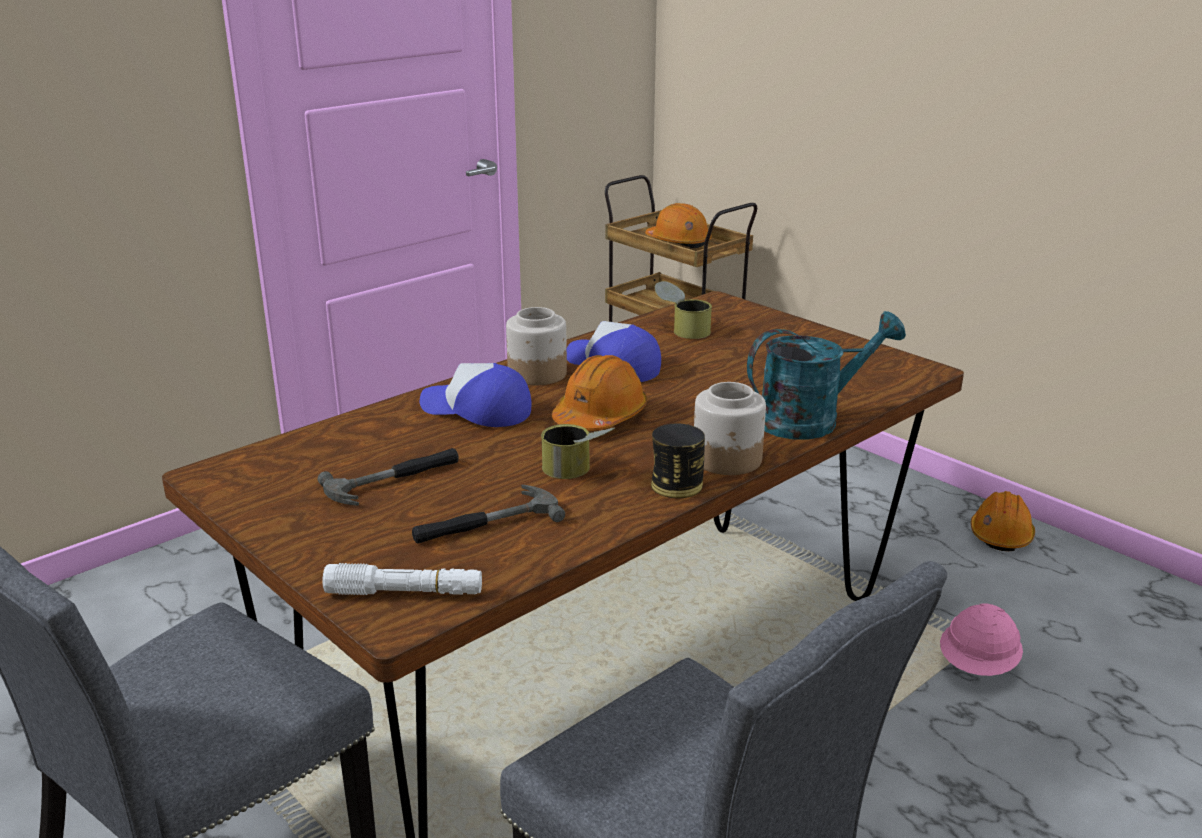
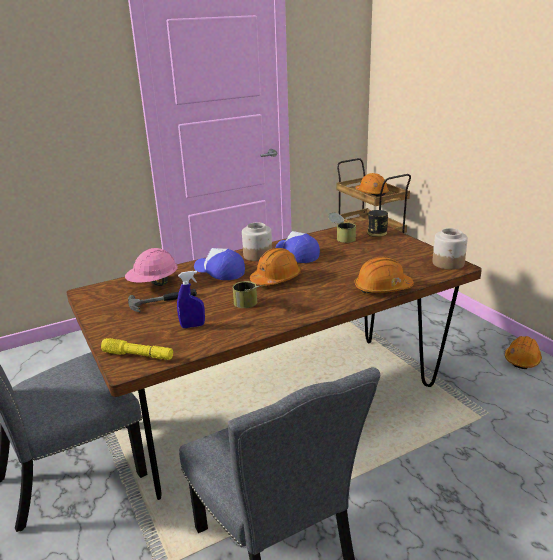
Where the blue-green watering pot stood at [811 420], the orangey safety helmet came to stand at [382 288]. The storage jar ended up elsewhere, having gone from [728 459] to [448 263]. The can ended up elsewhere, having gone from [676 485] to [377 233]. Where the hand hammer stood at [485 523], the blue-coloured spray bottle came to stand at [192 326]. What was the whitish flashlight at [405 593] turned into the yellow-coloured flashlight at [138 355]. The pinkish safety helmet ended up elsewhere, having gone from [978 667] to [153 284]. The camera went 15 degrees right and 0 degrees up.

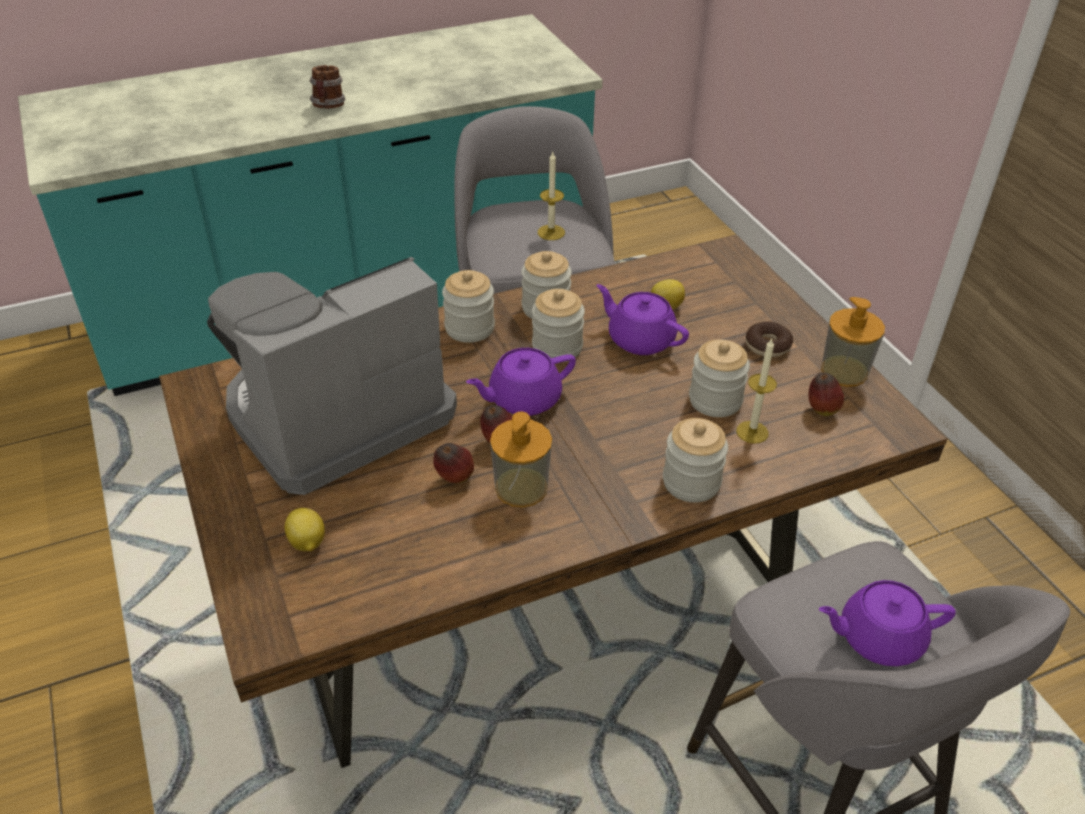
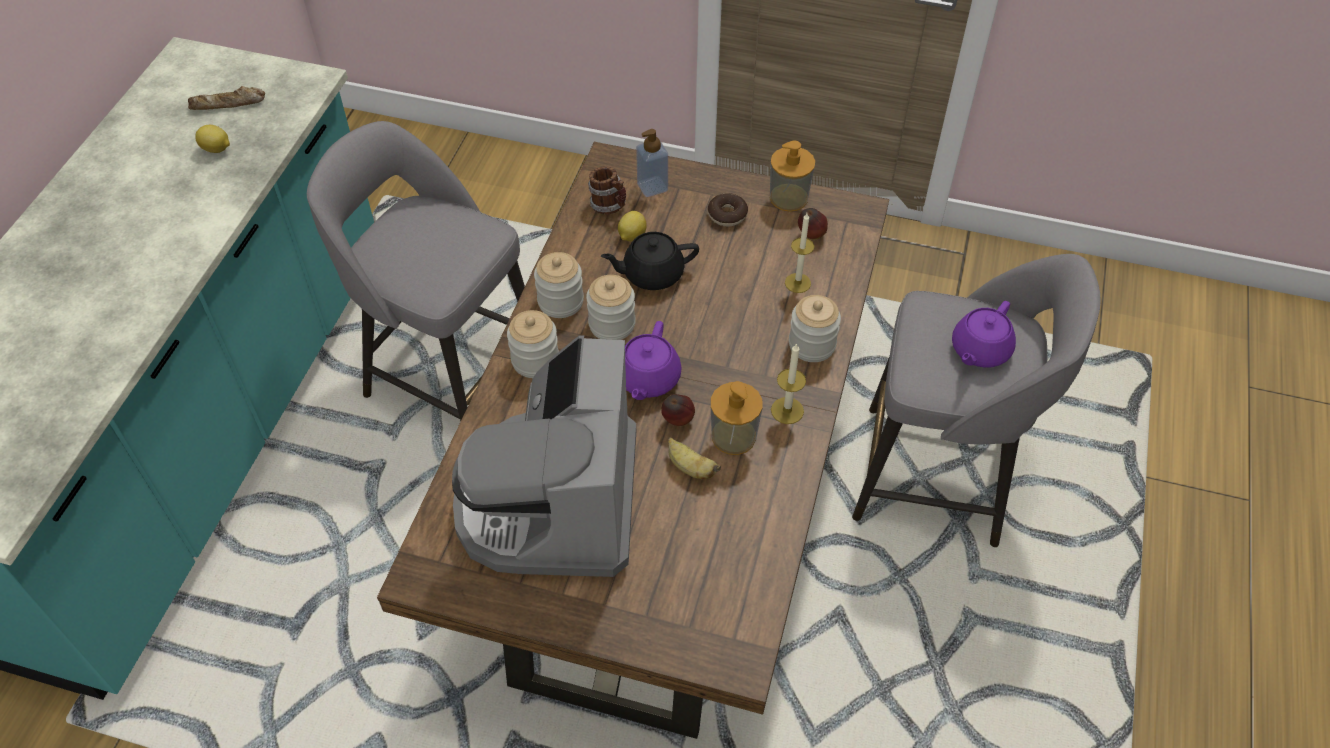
The coffee mug ended up elsewhere, having gone from [328 107] to [610 206]. The wax light ended up elsewhere, having gone from [551 232] to [787 410]. What was the purple teapot at [640 339] turned into the blackish teapot at [651 274]. The second view lost the storage jar at [715 400]. Where the whole apple stood at [455 479], the banana fruit came to stand at [690 468]. The lemon ended up elsewhere, having gone from [307 543] to [217 149]. The second view gained the bakery bread at [228 104]. The second view gained the liquid soap bottle at [652 187]. The camera went 50 degrees left and 10 degrees up.

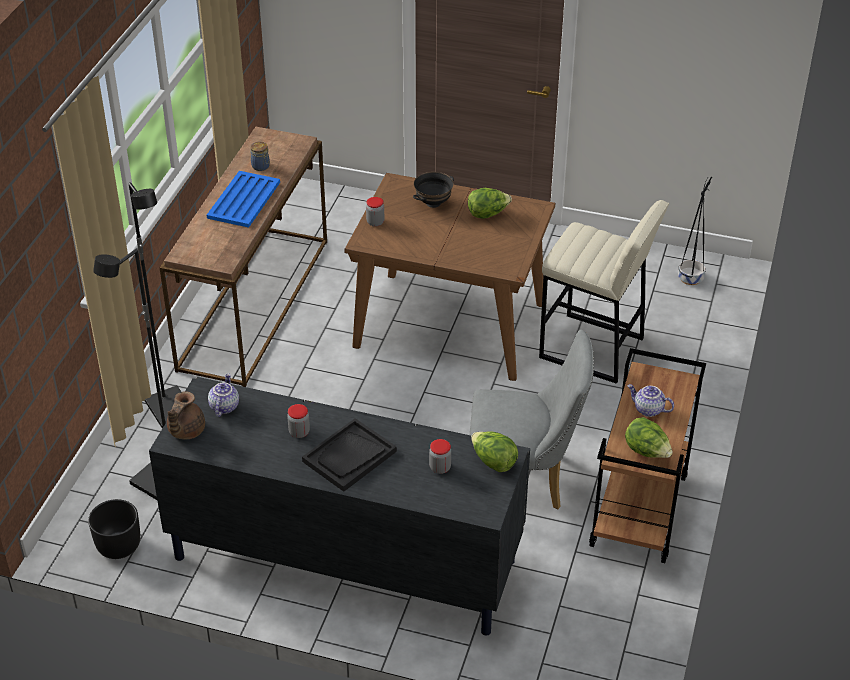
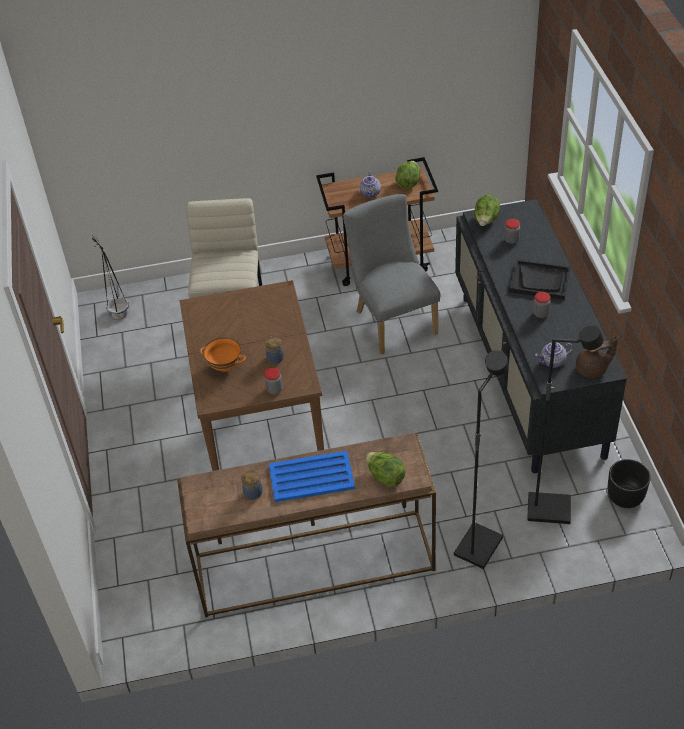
What was the blackish deep dish at [433 203] turned into the orangey deep dish at [225 366]. The head of lettuce ended up elsewhere, having gone from [487 214] to [385 477]. The second view gained the storage jar at [275 357]. The camera went 115 degrees left and 5 degrees up.

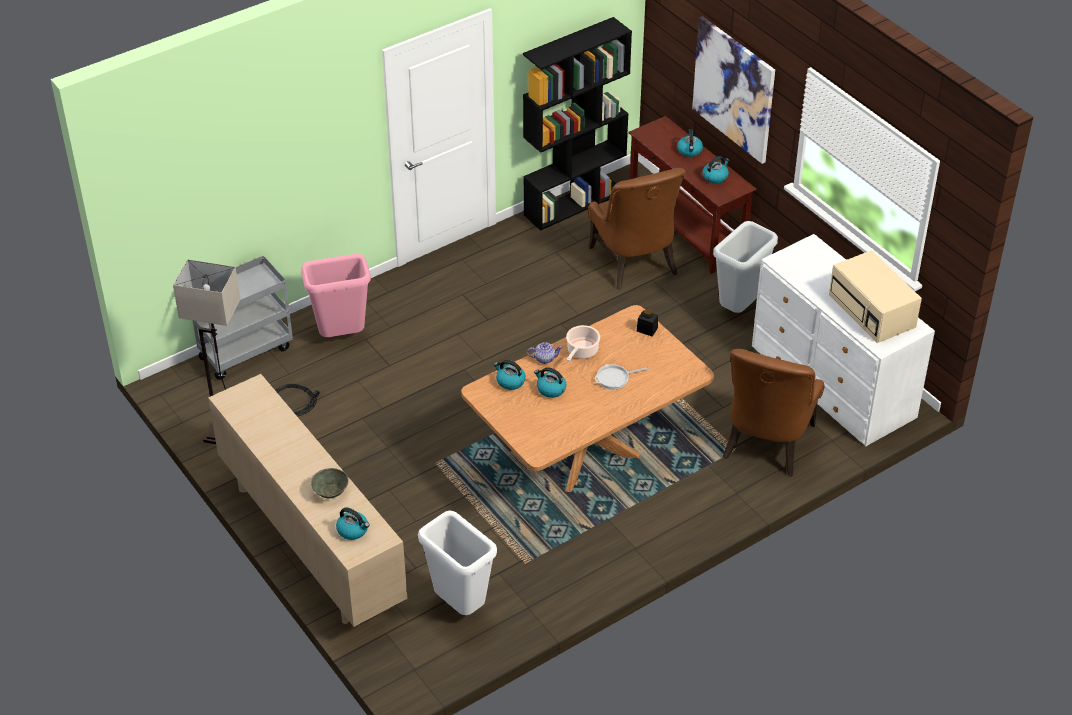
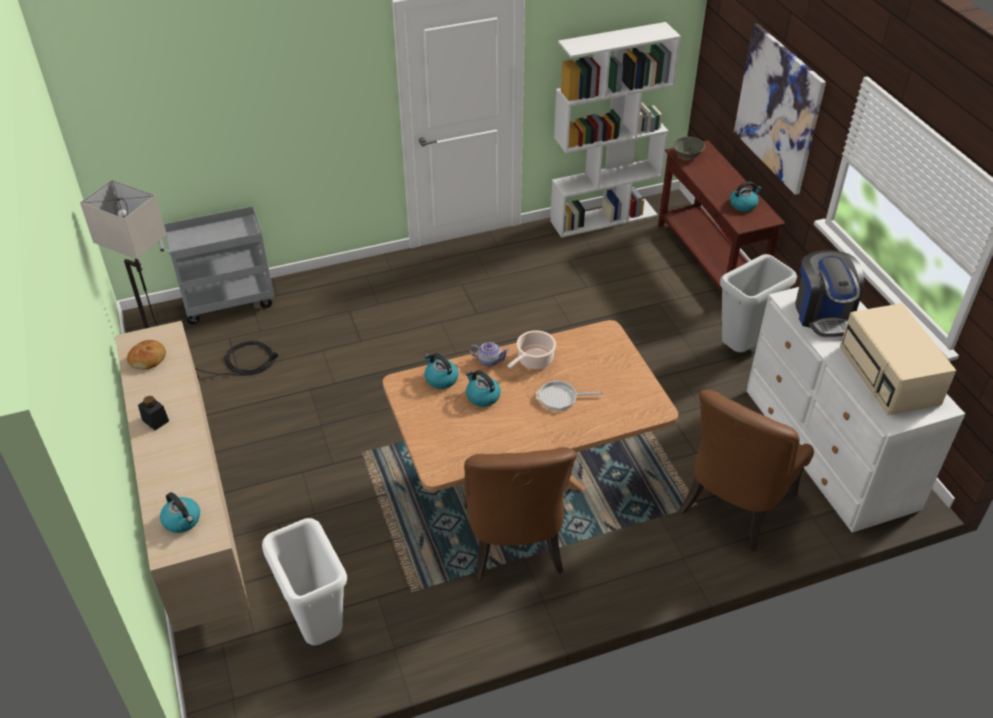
What was the blackish bookshelf at [574 203] turned into the whitish bookshelf at [604 218]. The second view lost the water kettle at [690 151]. The brown chair ended up elsewhere, having gone from [634 261] to [514 540]. The second view lost the pinkish waste bin at [341 337]. The blackish storage jar ended up elsewhere, having gone from [647 329] to [155 420]. The grey deep dish ended up elsewhere, having gone from [331 491] to [687 155]. The second view gained the coffee brewer at [823 314]. The second view gained the bakery bread at [148 359]. The camera went 15 degrees right and 0 degrees up.

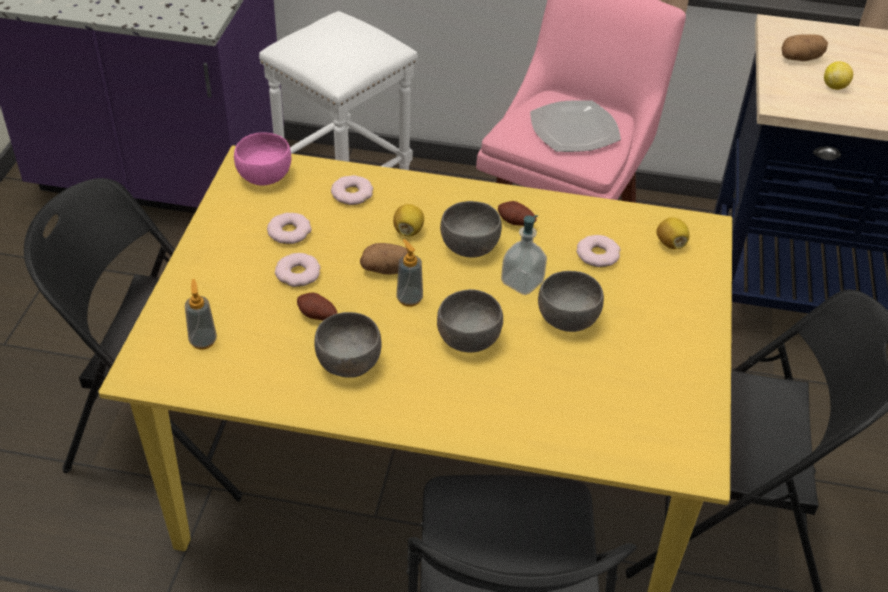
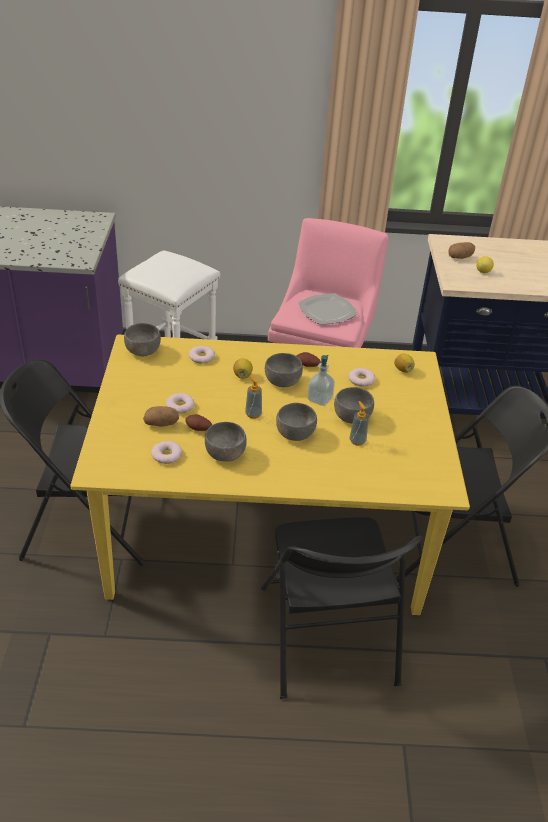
What was the pinkish deep dish at [264 176] turned into the grey deep dish at [143 351]. The ring doughnut ended up elsewhere, having gone from [289 232] to [166 455]. The whole potato ended up elsewhere, having gone from [387 270] to [161 423]. The liquid soap bottle ended up elsewhere, having gone from [203 341] to [357 441]. The camera went 10 degrees left and 5 degrees down.

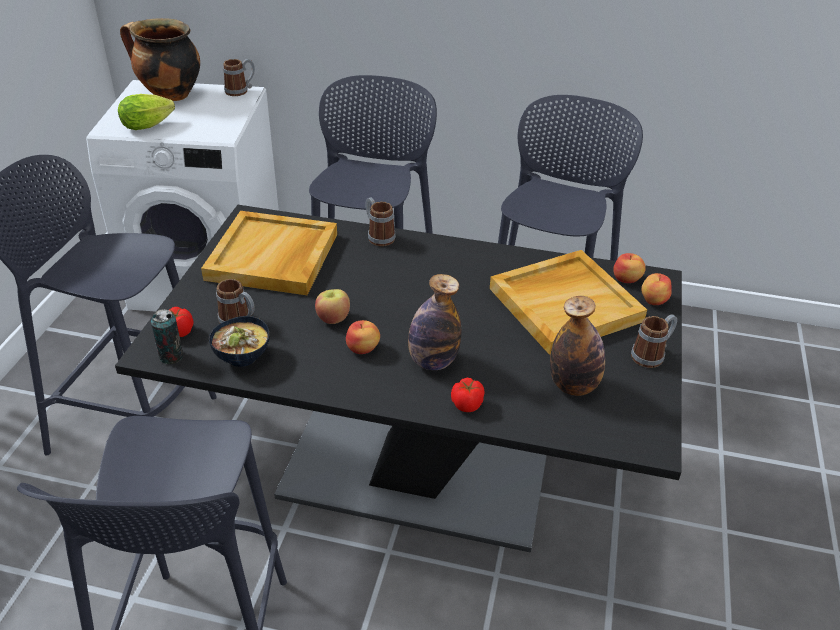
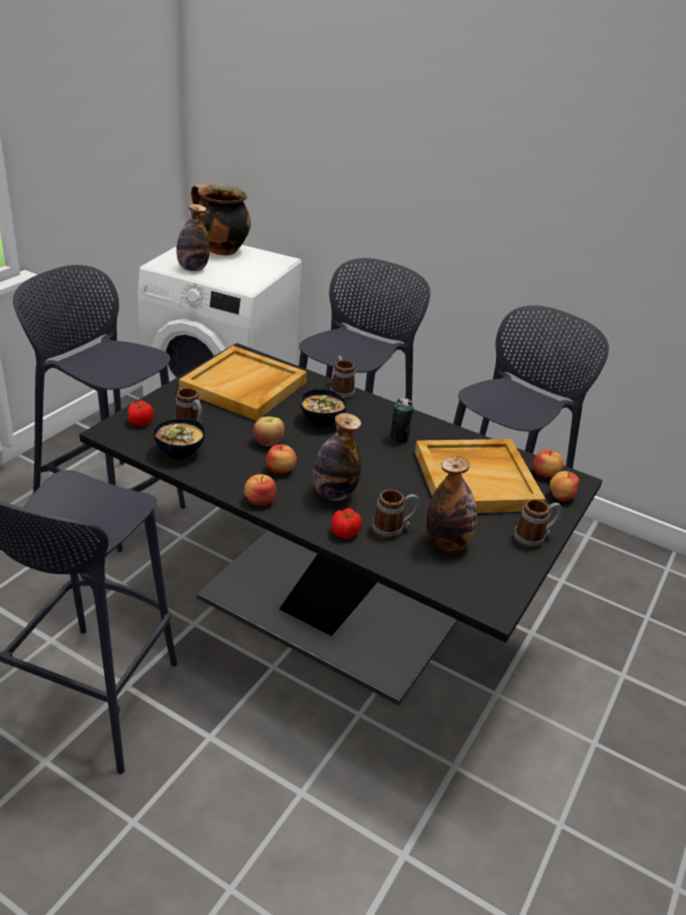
The coffee mug ended up elsewhere, having gone from [241 90] to [393 529]. Where the head of lettuce stood at [150 125], the bottle came to stand at [193 269]. The can ended up elsewhere, having gone from [171 356] to [398 438]. The second view gained the deep dish at [322 420]. The second view gained the whole apple at [260 500]. The camera went 15 degrees right and 5 degrees down.

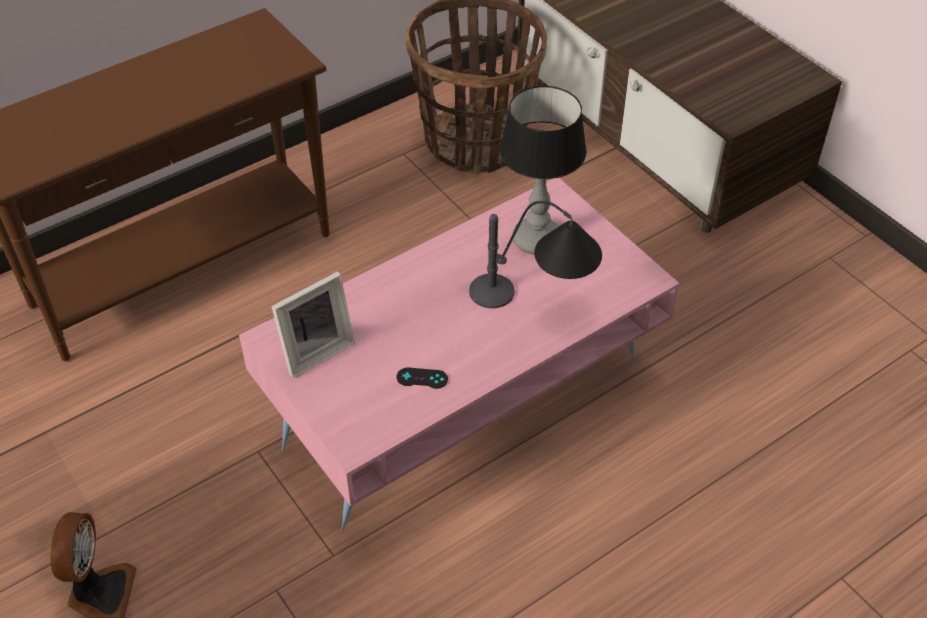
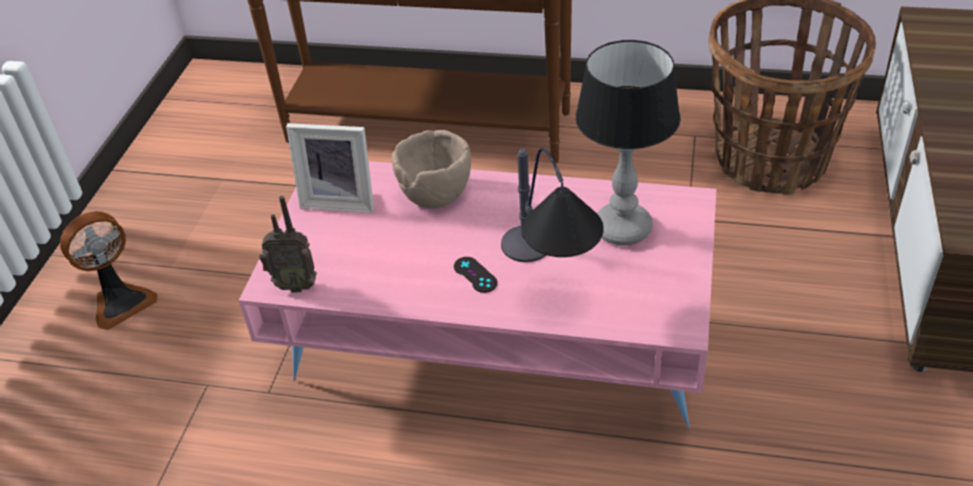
The blackish game controller ended up elsewhere, having gone from [422 378] to [475 275]. The second view gained the brown deep dish at [436 192]. The second view gained the radio at [295 285]. The camera went 50 degrees right and 5 degrees down.

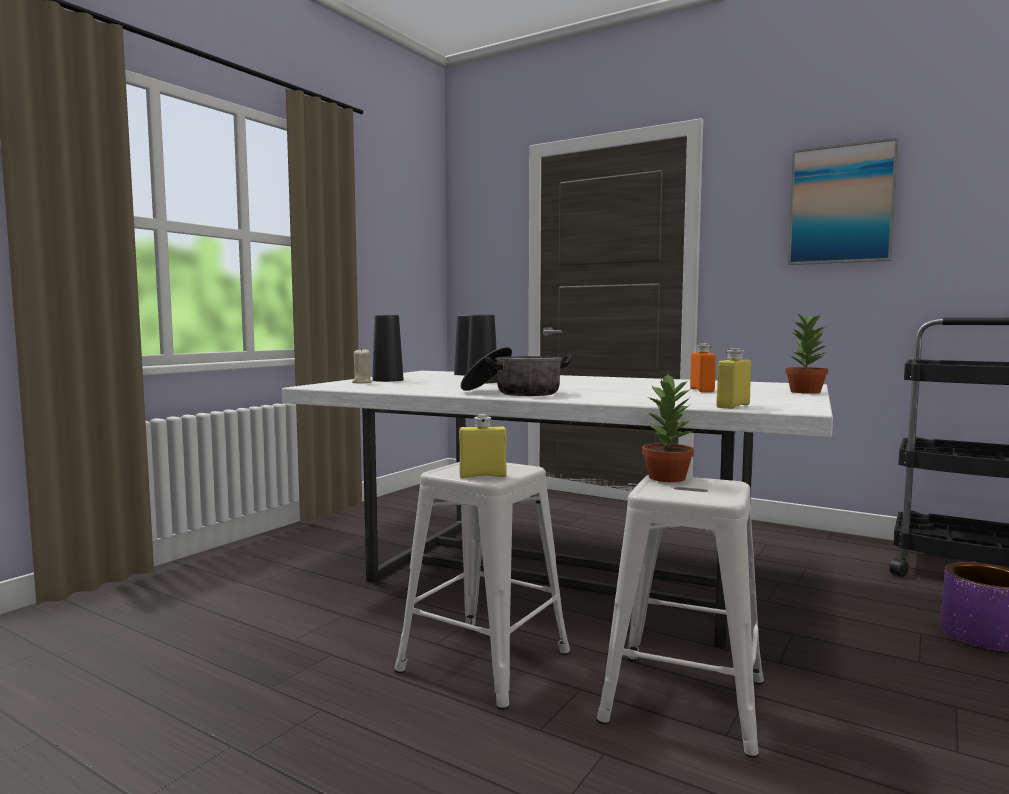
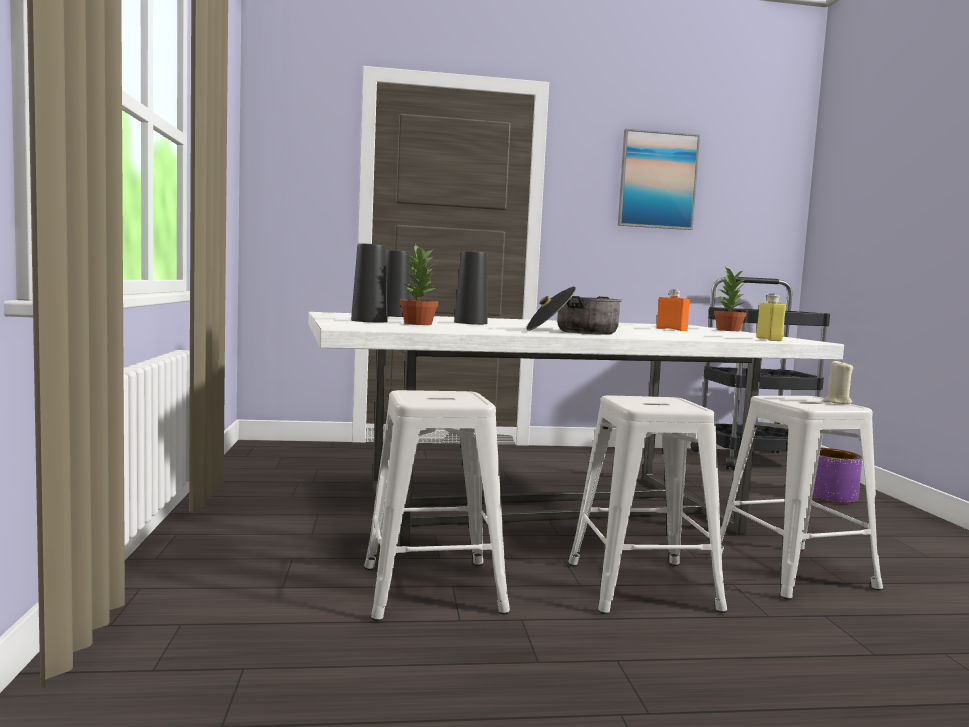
The beige wax light ended up elsewhere, having gone from [361 382] to [837 402]. The houseplant ended up elsewhere, having gone from [668 478] to [418 324]. The second view lost the yellow-coloured bottle at [482 476]. The second view gained the whitish stool seat at [432 589]. The camera went 40 degrees left and 0 degrees up.

